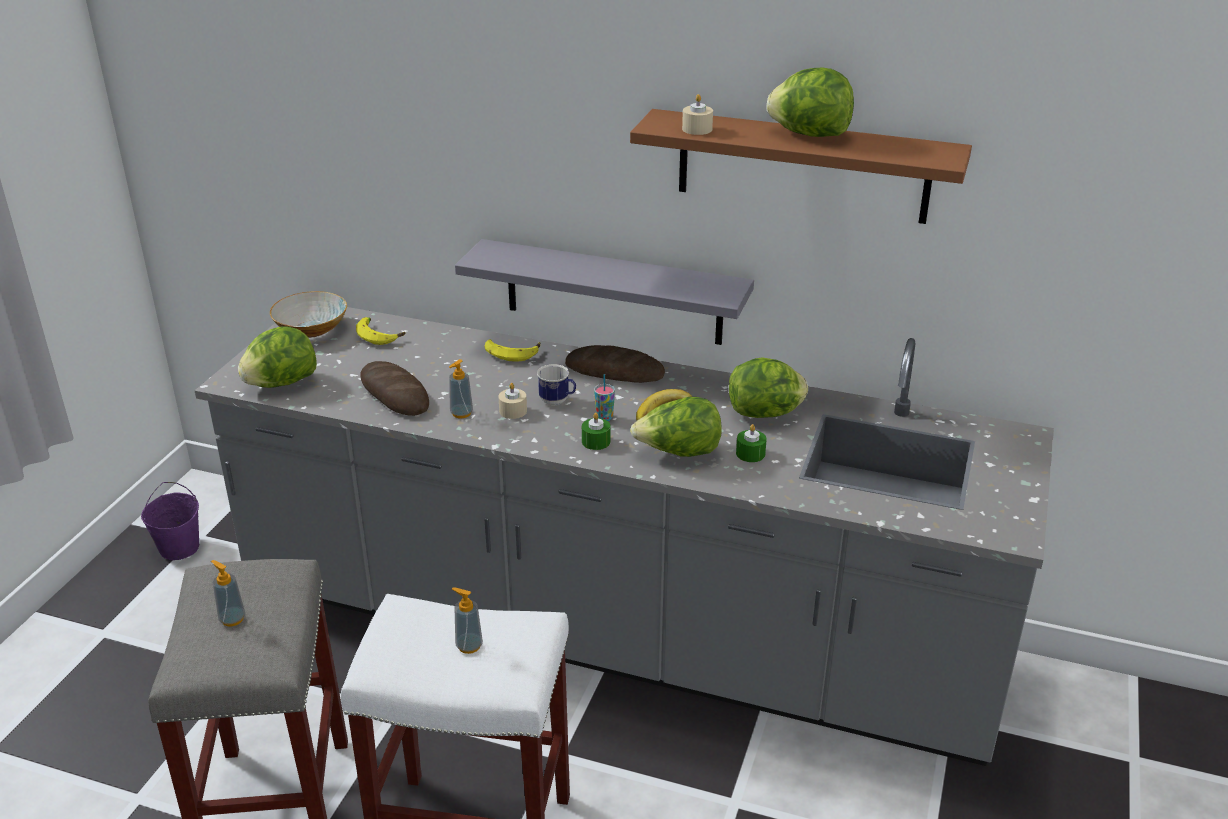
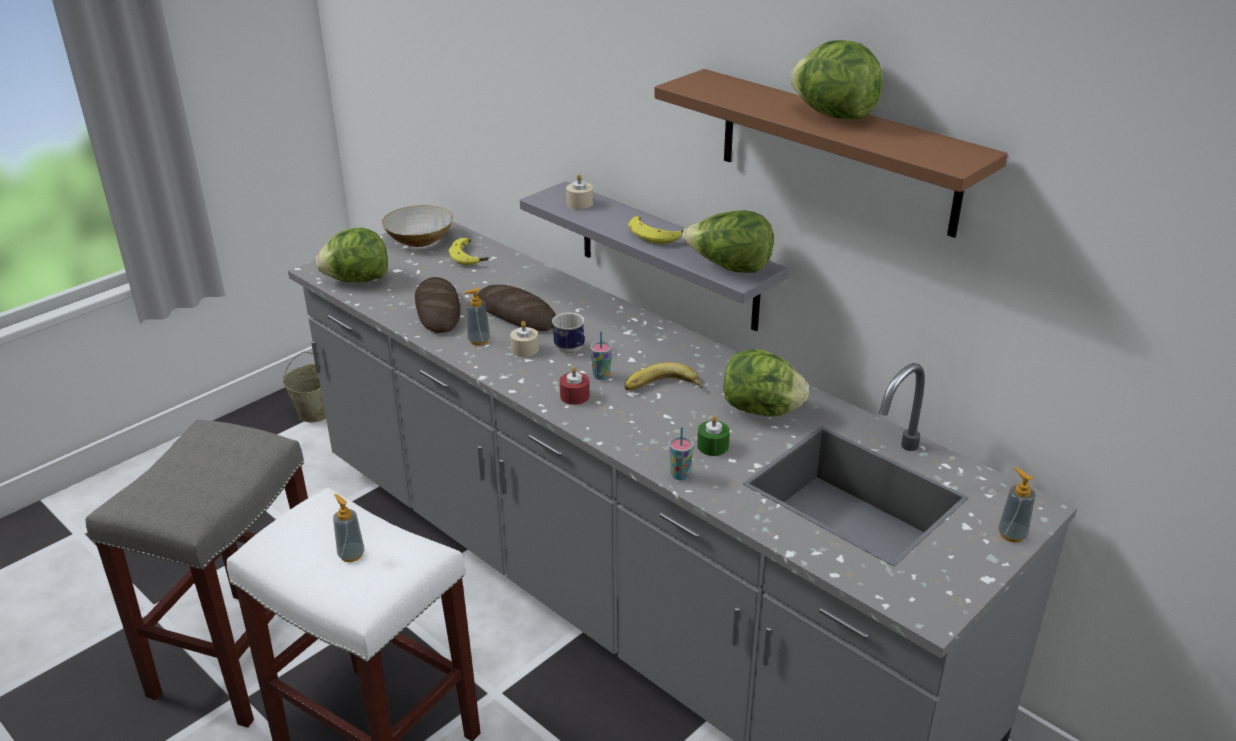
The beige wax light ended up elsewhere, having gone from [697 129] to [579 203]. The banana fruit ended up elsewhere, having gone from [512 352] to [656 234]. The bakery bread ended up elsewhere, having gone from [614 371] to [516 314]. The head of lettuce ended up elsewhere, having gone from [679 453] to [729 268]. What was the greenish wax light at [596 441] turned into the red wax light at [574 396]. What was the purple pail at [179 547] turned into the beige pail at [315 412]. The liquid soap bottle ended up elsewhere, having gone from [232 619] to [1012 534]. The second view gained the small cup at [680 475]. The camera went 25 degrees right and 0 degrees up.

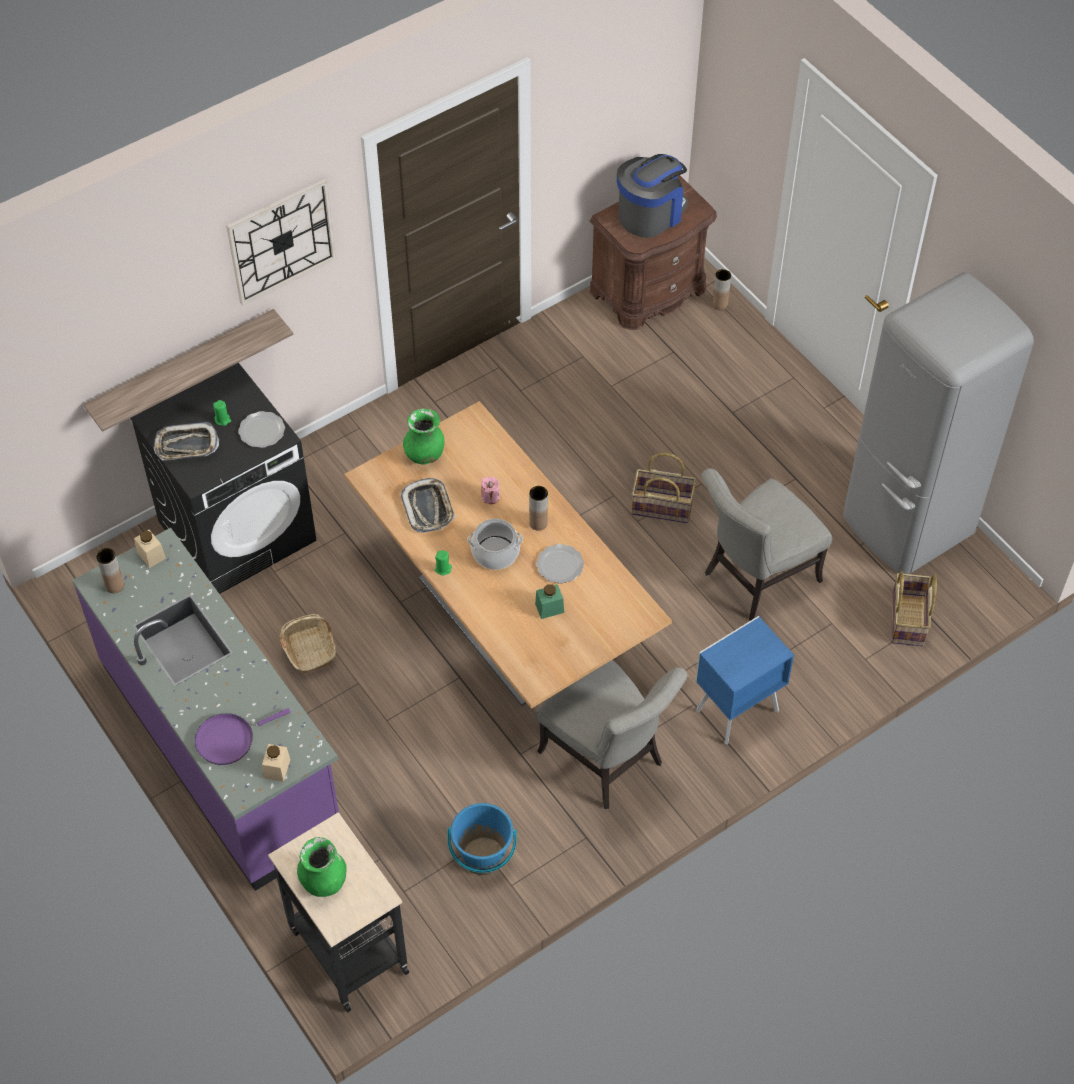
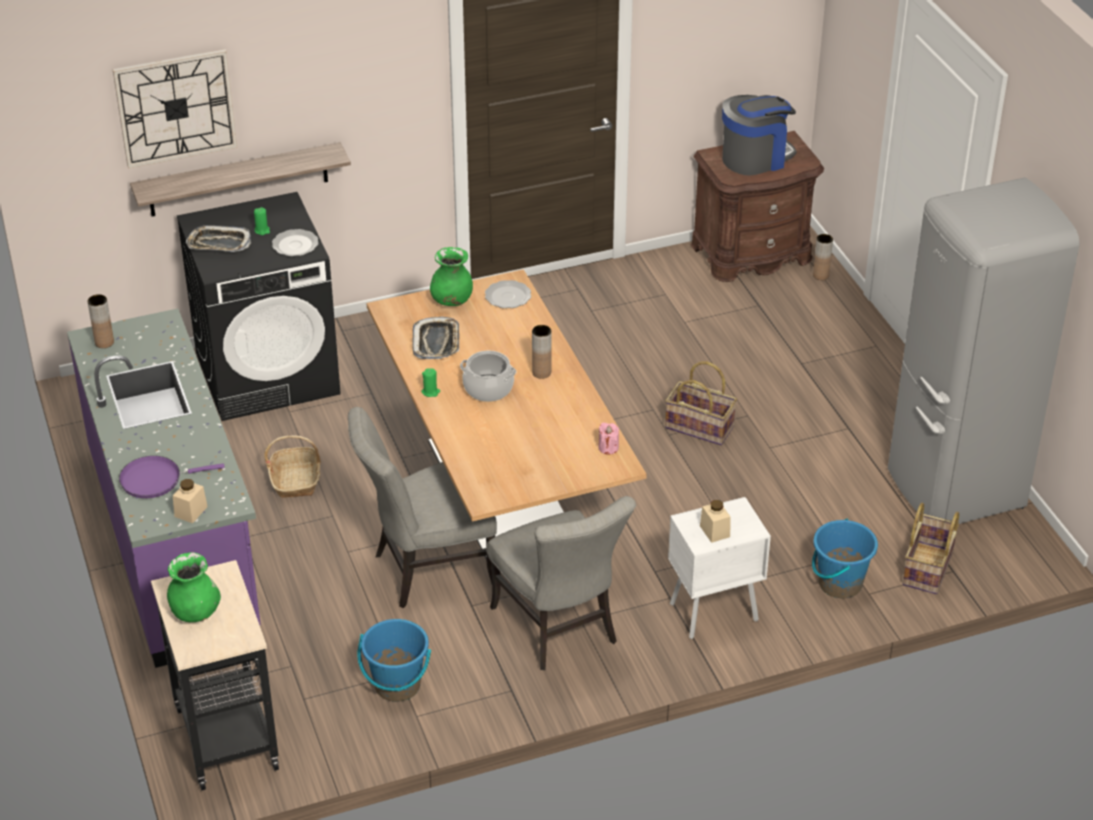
The hanging clock ended up elsewhere, having gone from [281 241] to [175 108]. The grey chair ended up elsewhere, having gone from [755 578] to [426 570]. The pinkish wax light ended up elsewhere, having gone from [490 497] to [608 448]. The beige storage jar ended up elsewhere, having gone from [151 555] to [714 531]. The flat dish ended up elsewhere, having gone from [560 566] to [507 297]. The second view lost the greenish storage jar at [549 608]. What was the blue-coloured bedside table at [735 711] turned into the whitish bedside table at [711 612]. The second view gained the blue-coloured pail at [839 583]. The camera went 15 degrees right and 15 degrees down.

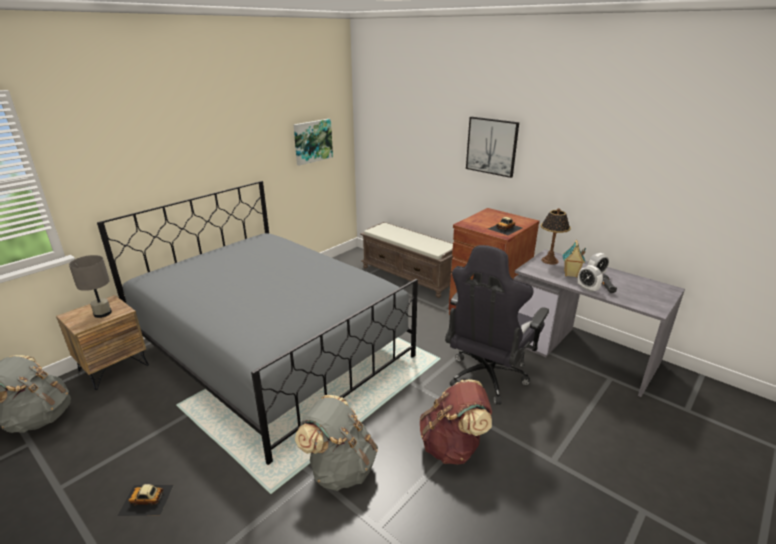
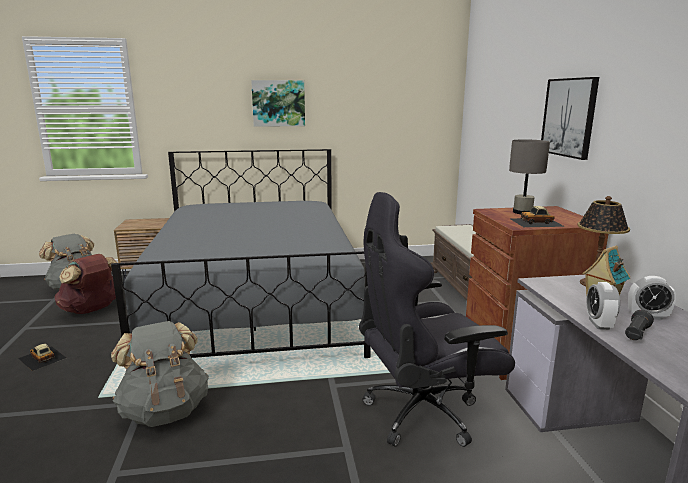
The wall picture ended up elsewhere, having gone from [312 141] to [278 103]. The grey table lamp ended up elsewhere, having gone from [103 313] to [523 212]. The brown rucksack ended up elsewhere, having gone from [453 446] to [92 310]. The camera went 40 degrees right and 10 degrees down.

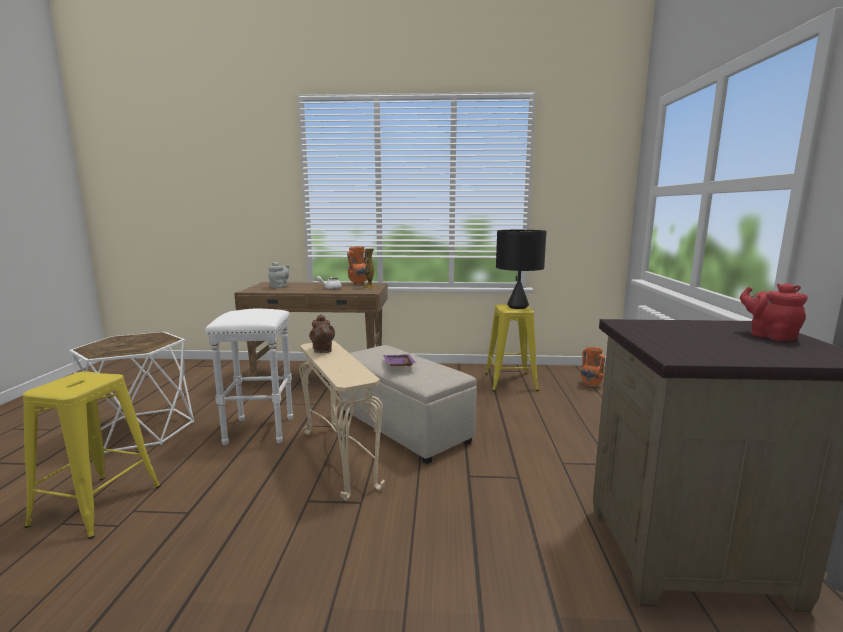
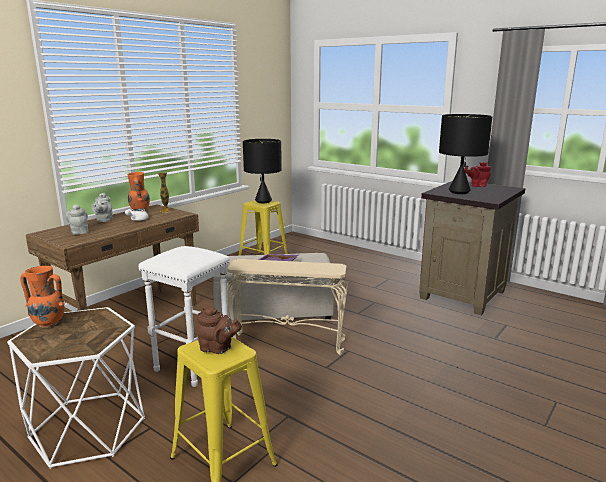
The brown teapot ended up elsewhere, having gone from [322 350] to [218 349]. The orangey vase ended up elsewhere, having gone from [591 385] to [48 324]. The second view gained the blackish table lamp at [459 192]. The second view gained the grey teapot at [104 220]. The camera went 55 degrees left and 5 degrees up.

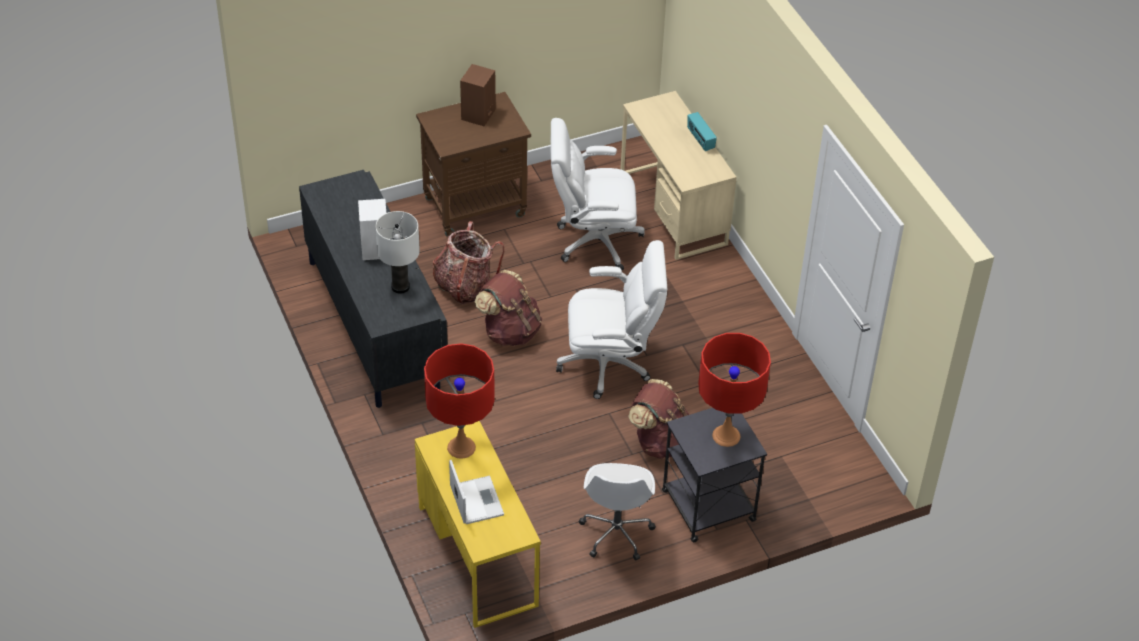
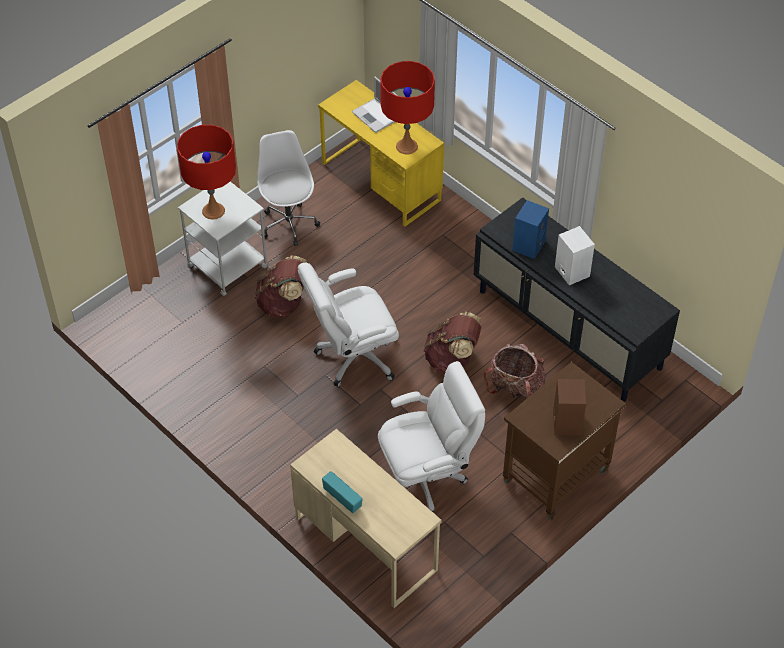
Where the whitish table lamp stood at [400 287], the blue-coloured audio speaker came to stand at [528 244]. What was the blackish wheeled cart at [707 506] turned into the whitish wheeled cart at [228 265]. The camera went 160 degrees right and 5 degrees up.

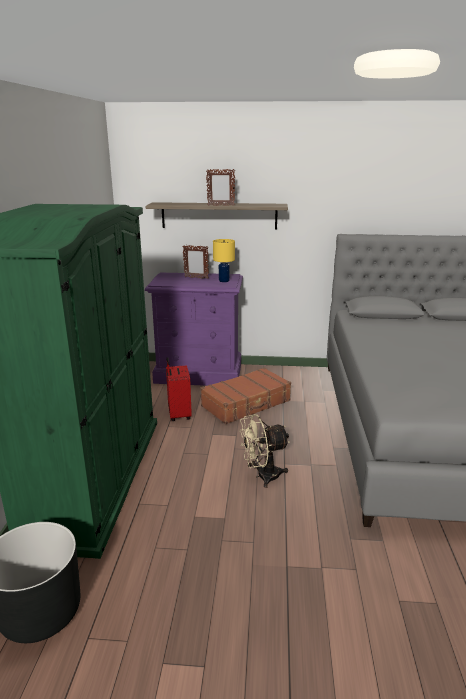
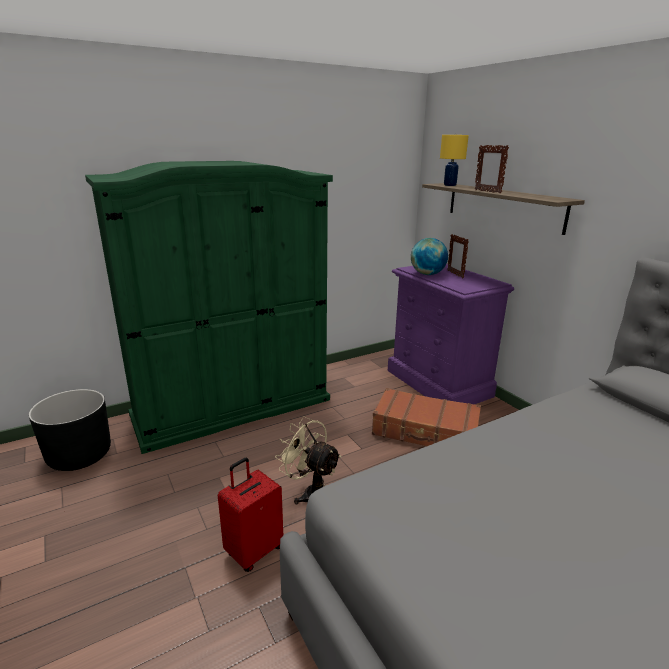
The yellow-coloured table lamp ended up elsewhere, having gone from [224 281] to [450 185]. The red piece of luggage ended up elsewhere, having gone from [178 415] to [254 550]. The second view gained the world globe at [427 274]. The camera went 55 degrees right and 0 degrees up.

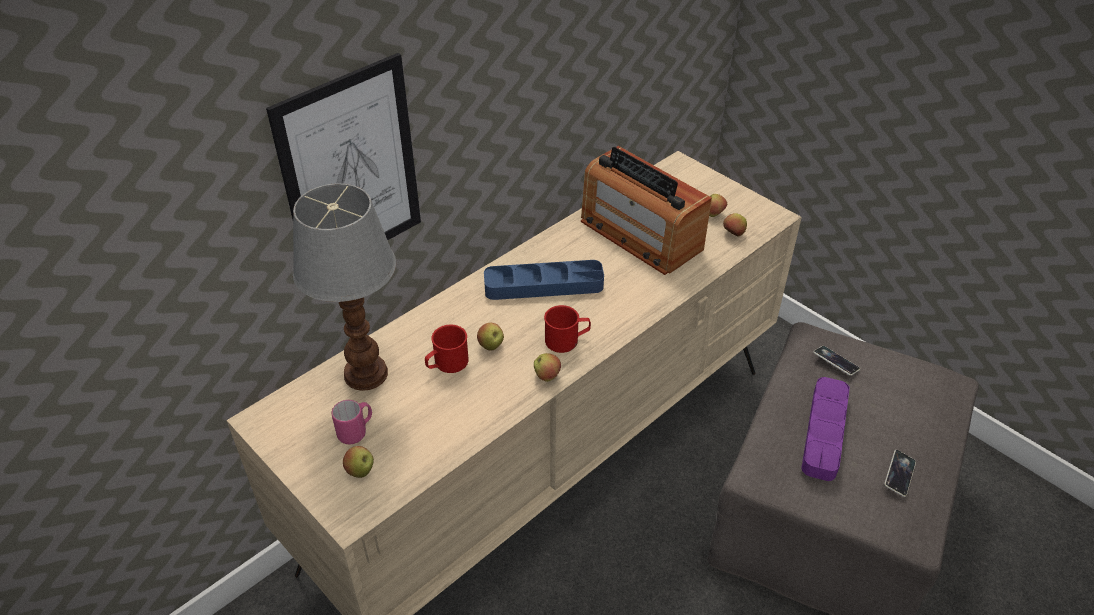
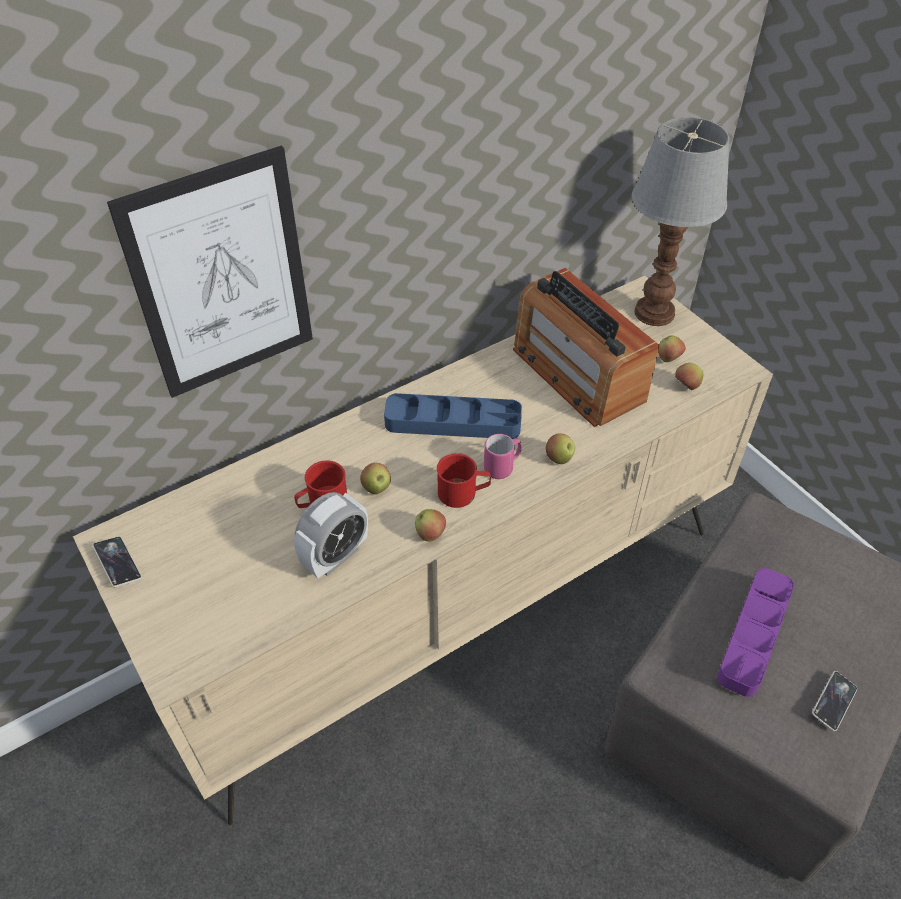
The table lamp ended up elsewhere, having gone from [366 375] to [655 314]. The telephone ended up elsewhere, having gone from [835 362] to [118 564]. The pinkish coffee mug ended up elsewhere, having gone from [356 431] to [503 467]. The whole apple ended up elsewhere, having gone from [360 471] to [559 458]. The second view gained the alarm clock at [335 556]. The camera went 10 degrees right and 5 degrees up.

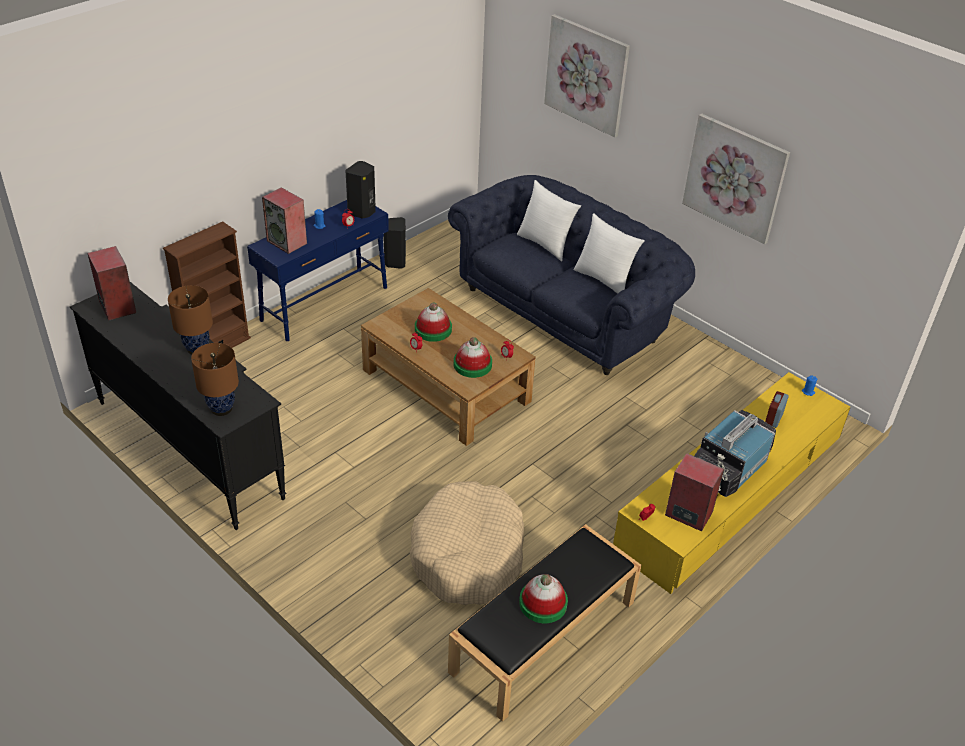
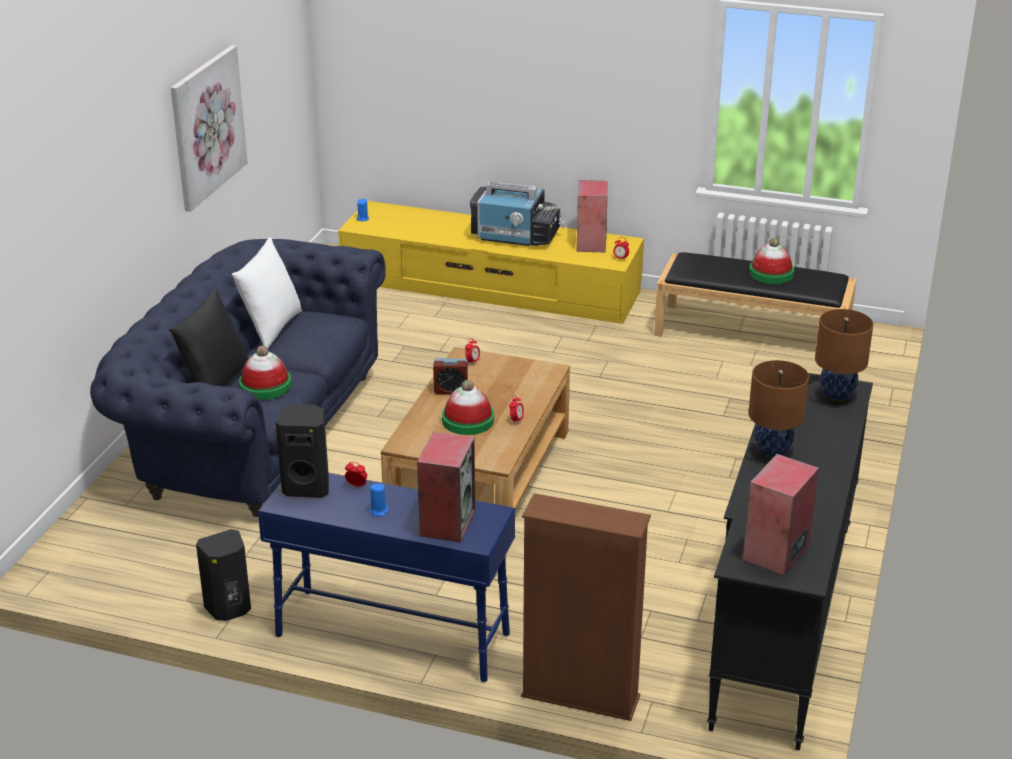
The second view lost the wall picture at [586 75]. What was the whitish cushion at [545 244] turned into the blackish cushion at [215 384]. The clothing hat ended up elsewhere, having gone from [472 364] to [265 386]. The alarm clock ended up elsewhere, having gone from [773 419] to [451 390]. The second view lost the beige dog bed at [468 555]. The camera went 115 degrees left and 10 degrees down.

